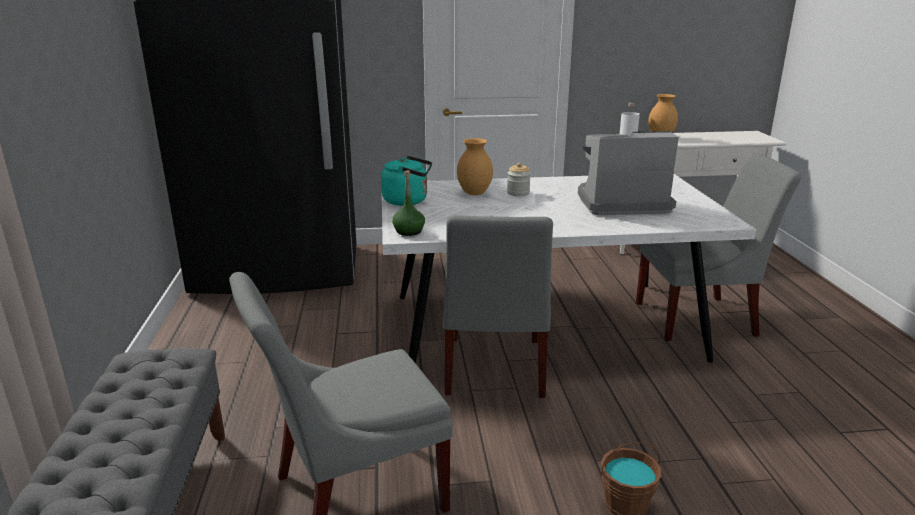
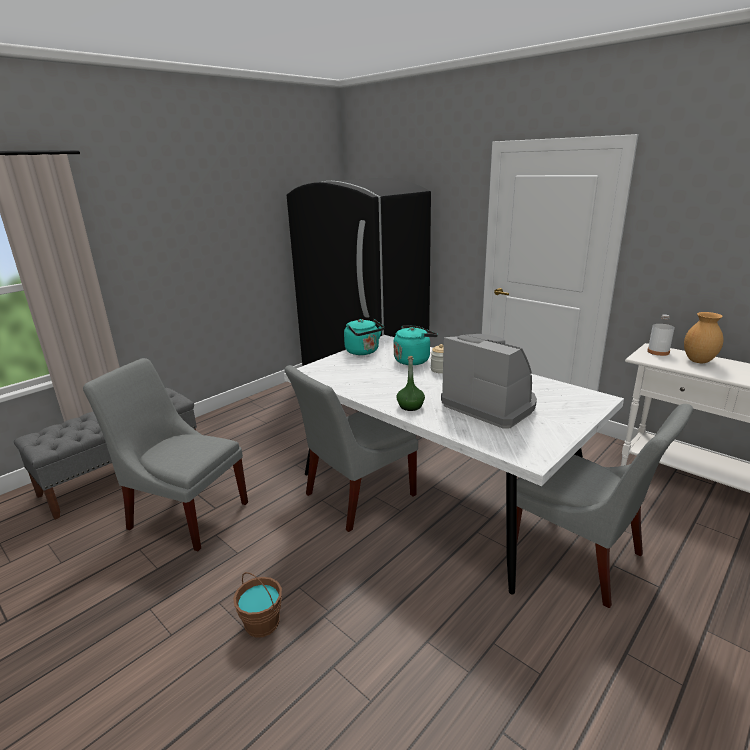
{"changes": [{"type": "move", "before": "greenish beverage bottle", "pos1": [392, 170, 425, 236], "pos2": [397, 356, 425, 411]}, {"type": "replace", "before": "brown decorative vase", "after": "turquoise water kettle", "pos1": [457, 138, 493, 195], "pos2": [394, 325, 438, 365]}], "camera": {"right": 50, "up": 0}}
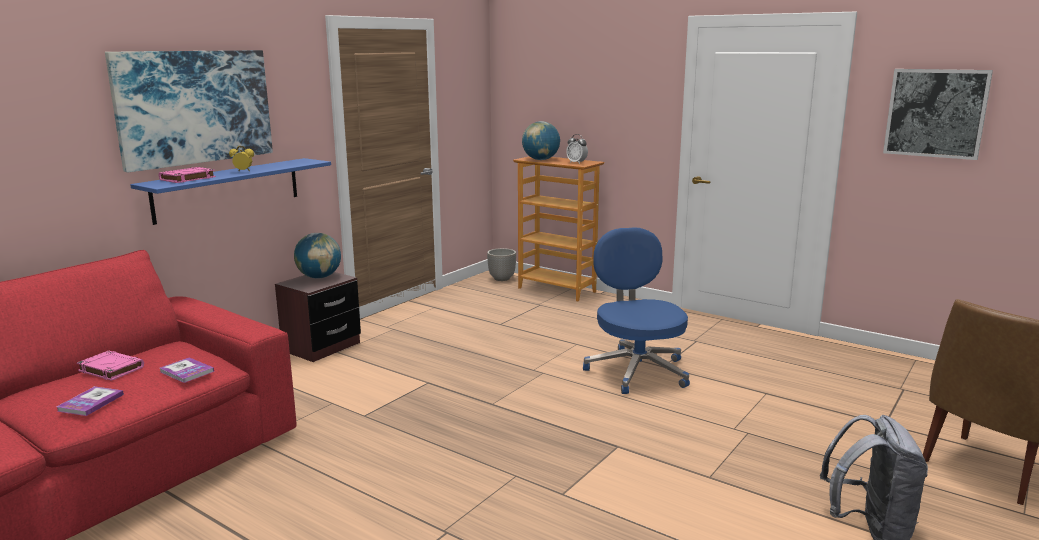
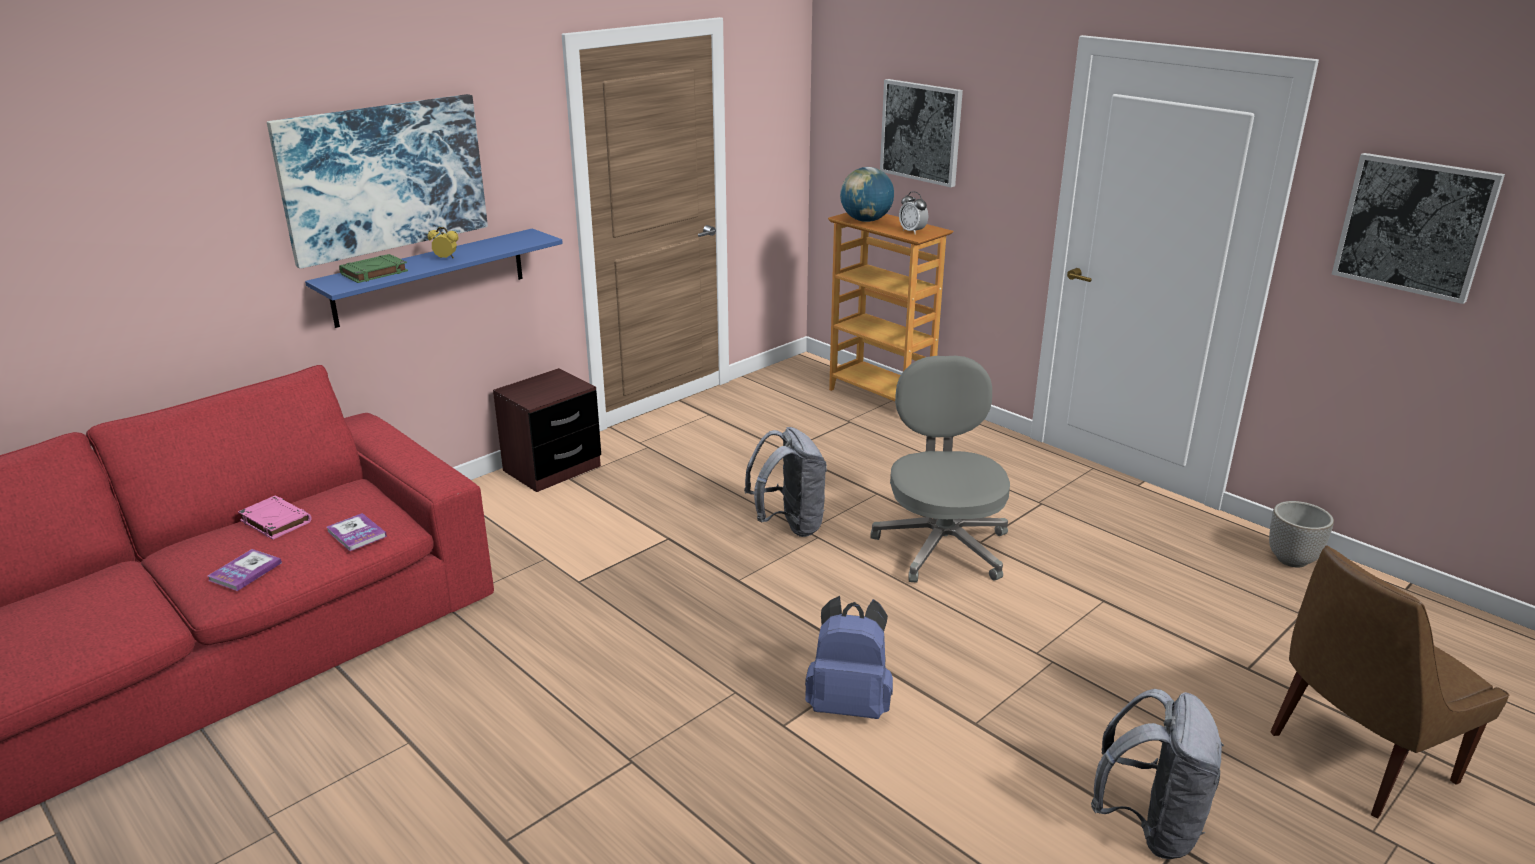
{"changes": [{"type": "delete", "before": "globe", "pos1": [294, 233, 341, 278]}, {"type": "insert", "after": "grey knapsack", "pos2": [744, 427, 827, 537]}, {"type": "insert", "after": "blue knapsack", "pos2": [805, 596, 893, 719]}, {"type": "insert", "after": "picture", "pos2": [880, 79, 963, 187]}, {"type": "move", "before": "flower pot", "pos1": [487, 248, 516, 281], "pos2": [1269, 501, 1334, 567]}, {"type": "recolor", "before": "pinkish book", "after": "greenish book", "pos1": [159, 167, 216, 183], "pos2": [339, 254, 408, 283]}, {"type": "recolor", "before": "blue desk chair", "after": "grey desk chair", "pos1": [583, 227, 690, 394], "pos2": [870, 356, 1010, 583]}], "camera": {"right": 10, "up": 10}}
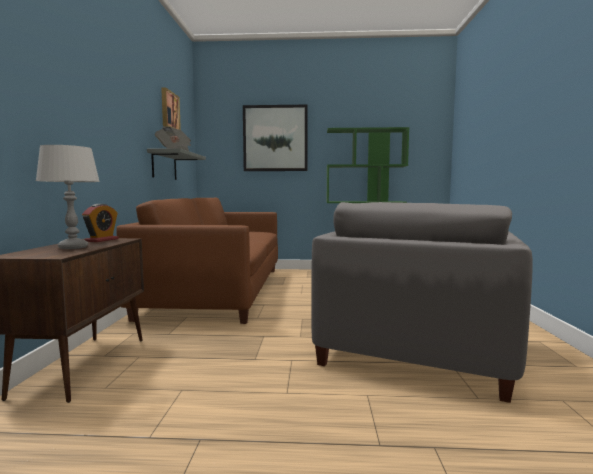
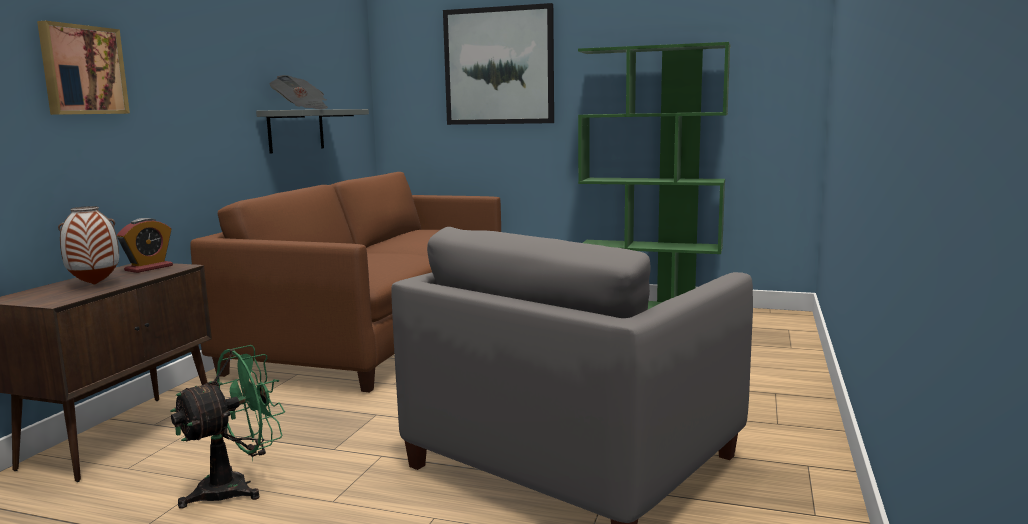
{"changes": [{"type": "insert", "after": "greenish cooling fan", "pos2": [171, 345, 285, 509]}, {"type": "move", "before": "picture", "pos1": [161, 88, 181, 130], "pos2": [37, 21, 130, 115]}, {"type": "replace", "before": "grey lamp for a table", "after": "decorative vase", "pos1": [36, 145, 100, 249], "pos2": [58, 206, 119, 285]}], "camera": {"right": 15, "up": 5}}
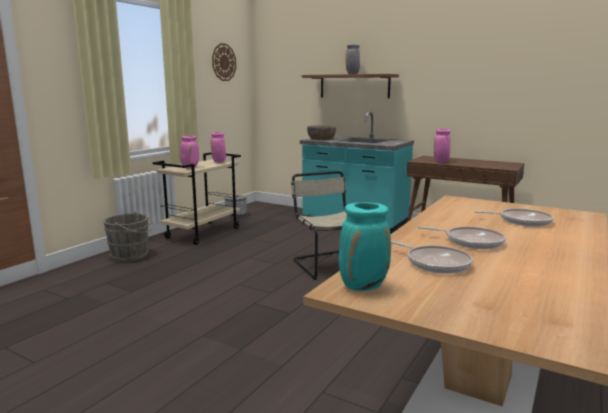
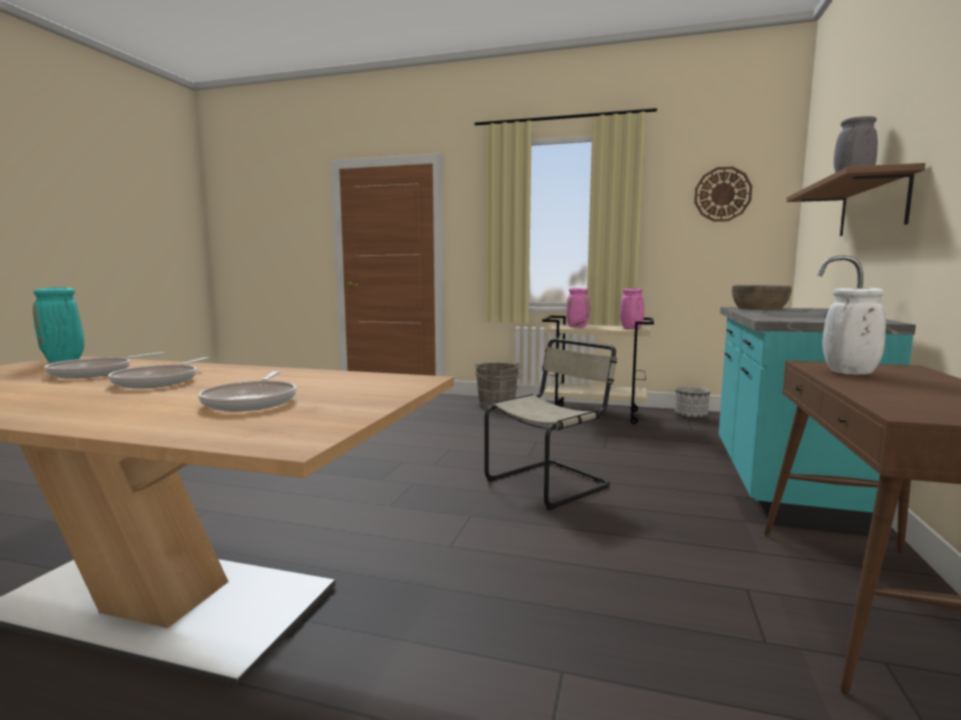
{"changes": [{"type": "recolor", "before": "pinkish decorative vase", "after": "white-coloured decorative vase", "pos1": [434, 129, 451, 162], "pos2": [823, 288, 886, 375]}], "camera": {"right": 75, "up": -5}}
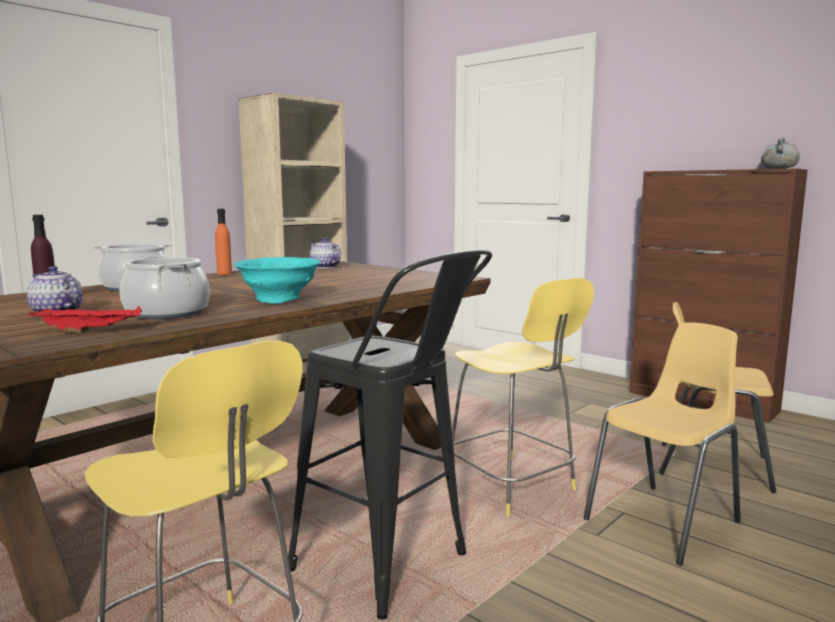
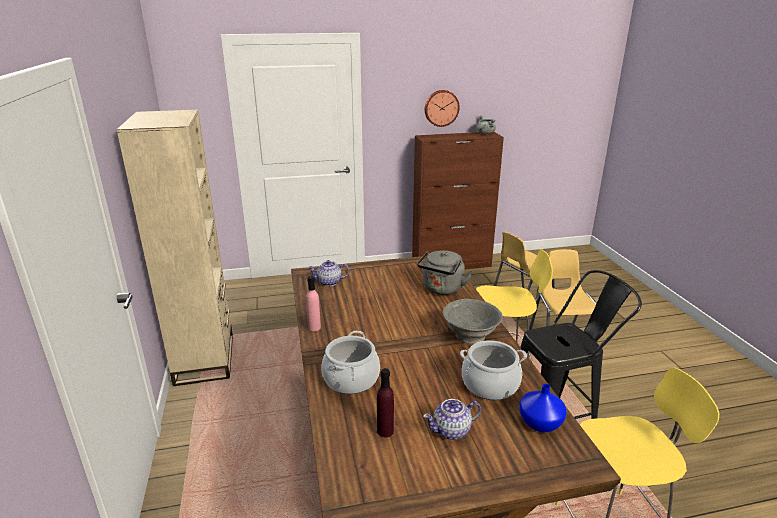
{"changes": [{"type": "insert", "after": "grey water kettle", "pos2": [417, 250, 473, 295]}, {"type": "insert", "after": "clock on the wall", "pos2": [425, 90, 460, 127]}, {"type": "replace", "before": "red-coloured serving tray", "after": "blue decorative vase", "pos1": [29, 306, 142, 333], "pos2": [519, 384, 567, 432]}, {"type": "recolor", "before": "orange-coloured beverage bottle", "after": "pinkish beverage bottle", "pos1": [215, 209, 232, 275], "pos2": [306, 276, 321, 331]}, {"type": "recolor", "before": "turquoise deep dish", "after": "grey deep dish", "pos1": [234, 257, 320, 303], "pos2": [443, 299, 503, 344]}], "camera": {"right": -55, "up": 15}}
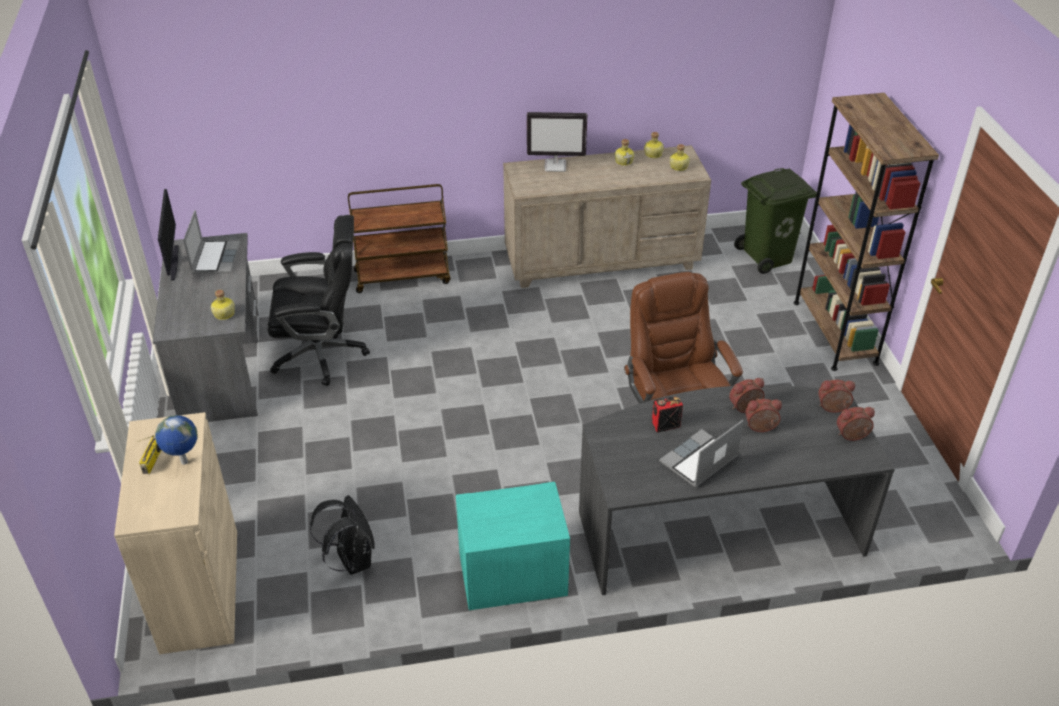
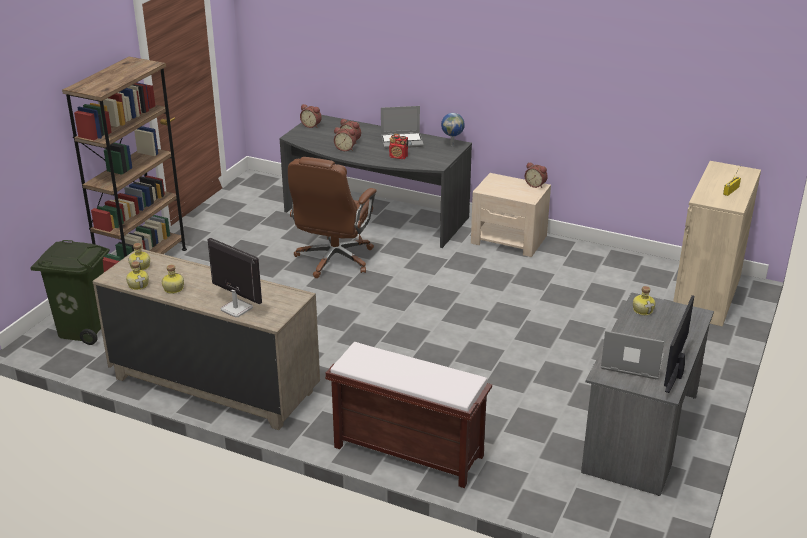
{"changes": [{"type": "delete", "before": "blackish desk chair", "pos1": [268, 215, 370, 386]}, {"type": "delete", "before": "blackish knapsack", "pos1": [310, 495, 375, 575]}, {"type": "move", "before": "globe", "pos1": [155, 415, 198, 465], "pos2": [441, 113, 465, 146]}, {"type": "move", "before": "bedside clock", "pos1": [818, 380, 855, 413], "pos2": [525, 163, 548, 188]}, {"type": "replace", "before": "brown cart", "after": "brown indoor bench", "pos1": [348, 184, 450, 293], "pos2": [325, 342, 492, 488]}, {"type": "recolor", "before": "turquoise nightstand", "after": "beige nightstand", "pos1": [456, 482, 570, 610], "pos2": [471, 173, 551, 257]}, {"type": "rotate", "before": "notebook computer", "pos1": [183, 210, 240, 274], "pos2": [601, 331, 664, 379], "turn": 75}], "camera": {"right": -145, "up": -10}}
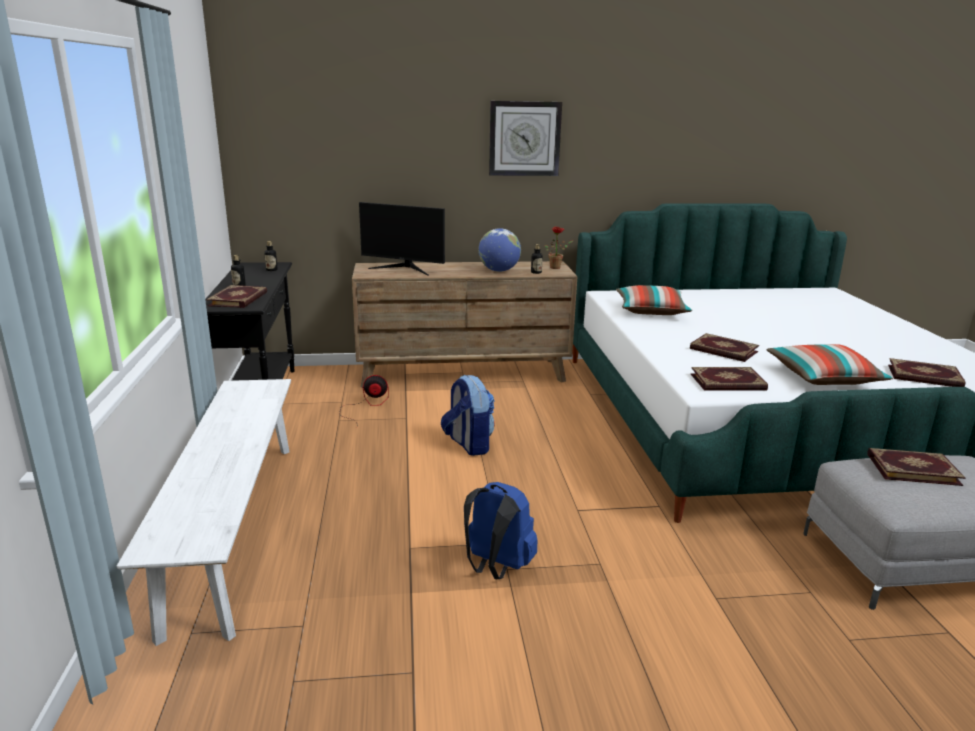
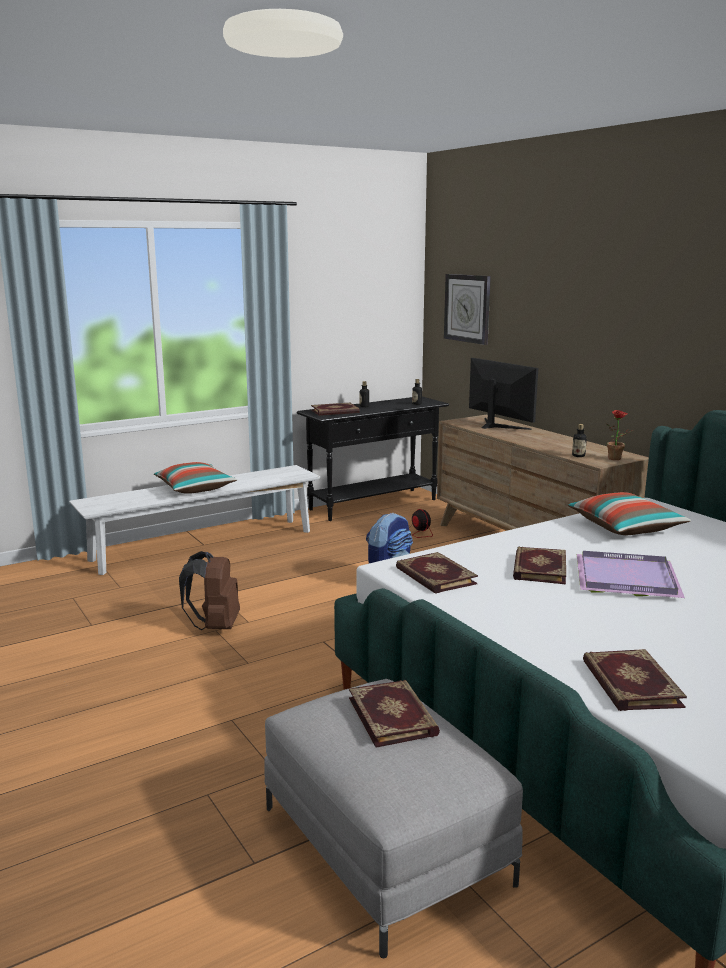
{"changes": [{"type": "delete", "before": "globe", "pos1": [478, 228, 521, 272]}, {"type": "insert", "after": "purple serving tray", "pos2": [577, 551, 685, 598]}, {"type": "move", "before": "clock on the wall", "pos1": [489, 101, 562, 176], "pos2": [444, 274, 491, 345]}, {"type": "move", "before": "cushion", "pos1": [766, 344, 893, 385], "pos2": [154, 462, 237, 494]}, {"type": "recolor", "before": "blue knapsack", "after": "brown knapsack", "pos1": [464, 482, 538, 579], "pos2": [179, 551, 240, 630]}, {"type": "rotate", "before": "computer display", "pos1": [359, 202, 445, 275], "pos2": [469, 358, 538, 430], "turn": 150}], "camera": {"right": 65, "up": -5}}
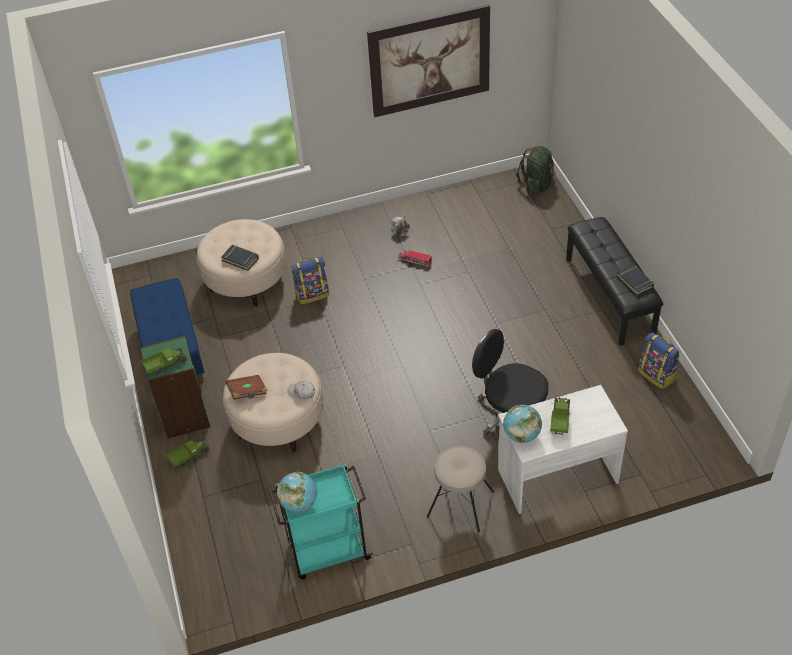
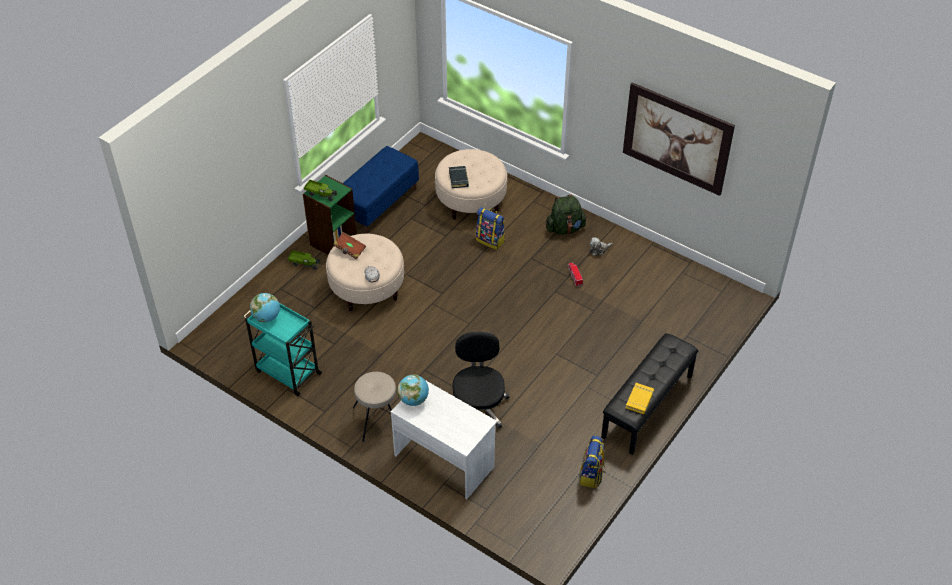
{"changes": [{"type": "delete", "before": "toy truck", "pos1": [550, 397, 570, 435]}, {"type": "move", "before": "greenish knapsack", "pos1": [516, 146, 556, 195], "pos2": [546, 195, 587, 235]}, {"type": "recolor", "before": "blackish book", "after": "yellow-coloured book", "pos1": [616, 264, 654, 296], "pos2": [626, 383, 654, 414]}], "camera": {"right": 50, "up": 0}}
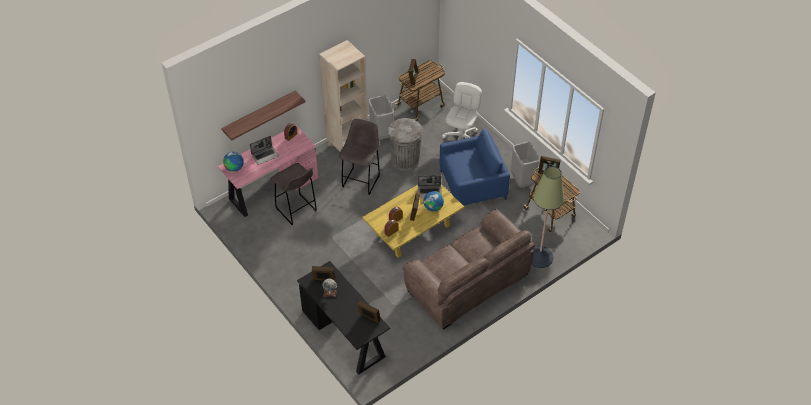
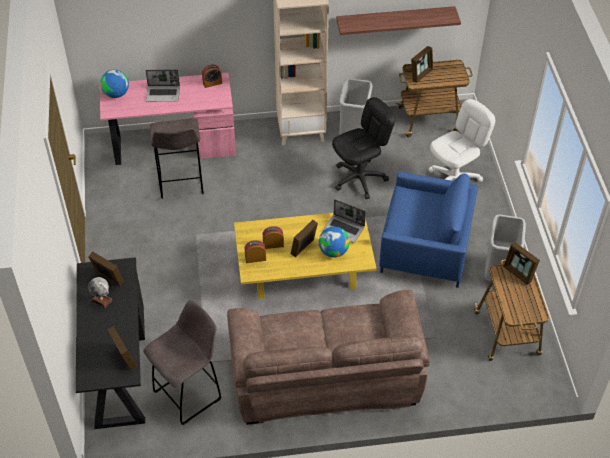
{"changes": [{"type": "delete", "before": "standard lamp", "pos1": [531, 166, 565, 268]}, {"type": "move", "before": "shelf", "pos1": [221, 91, 305, 141], "pos2": [336, 6, 461, 35]}, {"type": "move", "before": "grey stool", "pos1": [339, 118, 380, 195], "pos2": [143, 300, 221, 425]}, {"type": "replace", "before": "grey rubbish bin", "after": "blackish desk chair", "pos1": [388, 118, 423, 171], "pos2": [332, 97, 395, 199]}], "camera": {"right": 30, "up": 0}}
